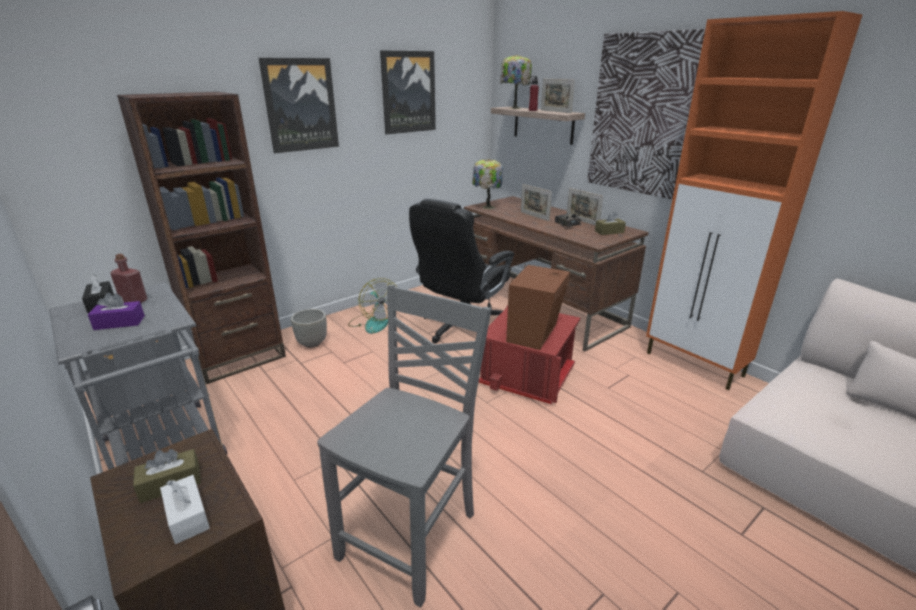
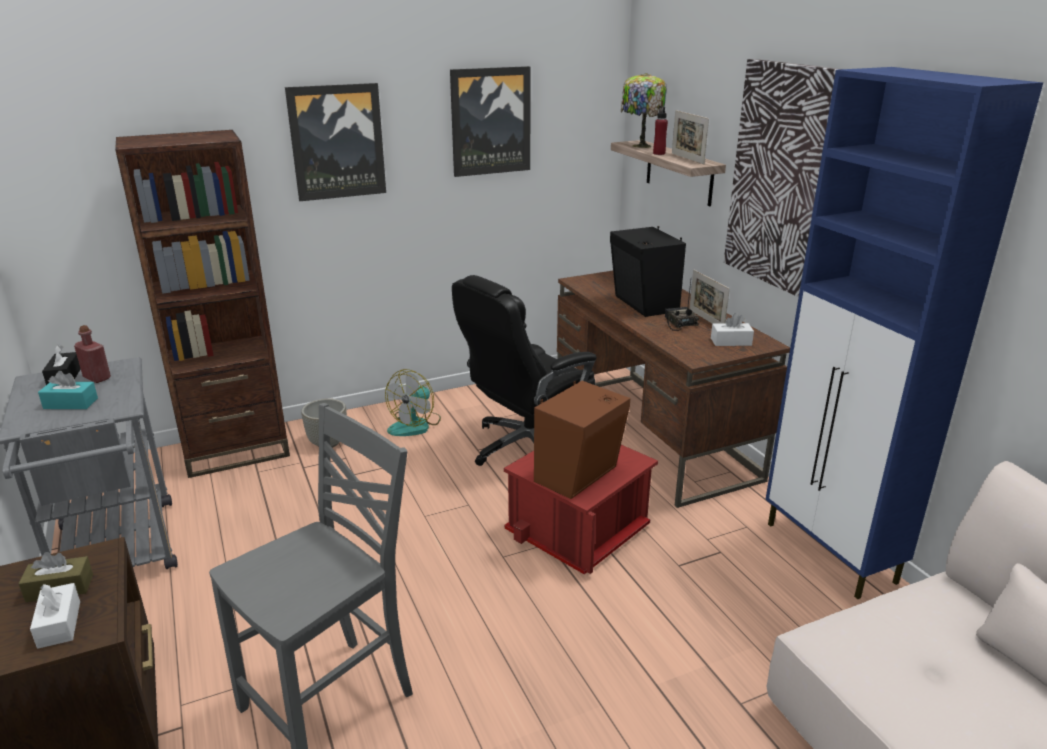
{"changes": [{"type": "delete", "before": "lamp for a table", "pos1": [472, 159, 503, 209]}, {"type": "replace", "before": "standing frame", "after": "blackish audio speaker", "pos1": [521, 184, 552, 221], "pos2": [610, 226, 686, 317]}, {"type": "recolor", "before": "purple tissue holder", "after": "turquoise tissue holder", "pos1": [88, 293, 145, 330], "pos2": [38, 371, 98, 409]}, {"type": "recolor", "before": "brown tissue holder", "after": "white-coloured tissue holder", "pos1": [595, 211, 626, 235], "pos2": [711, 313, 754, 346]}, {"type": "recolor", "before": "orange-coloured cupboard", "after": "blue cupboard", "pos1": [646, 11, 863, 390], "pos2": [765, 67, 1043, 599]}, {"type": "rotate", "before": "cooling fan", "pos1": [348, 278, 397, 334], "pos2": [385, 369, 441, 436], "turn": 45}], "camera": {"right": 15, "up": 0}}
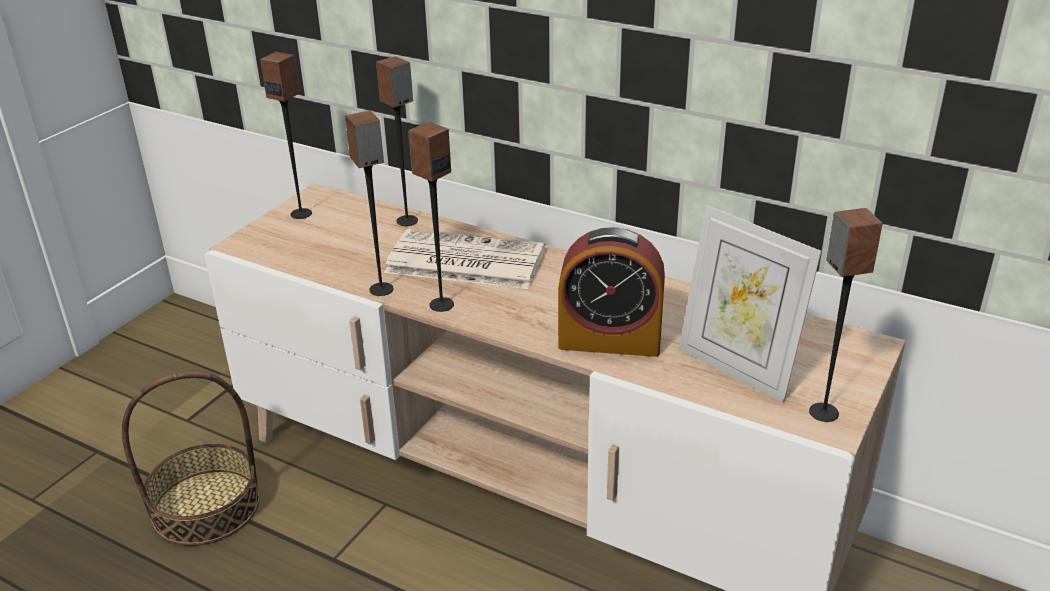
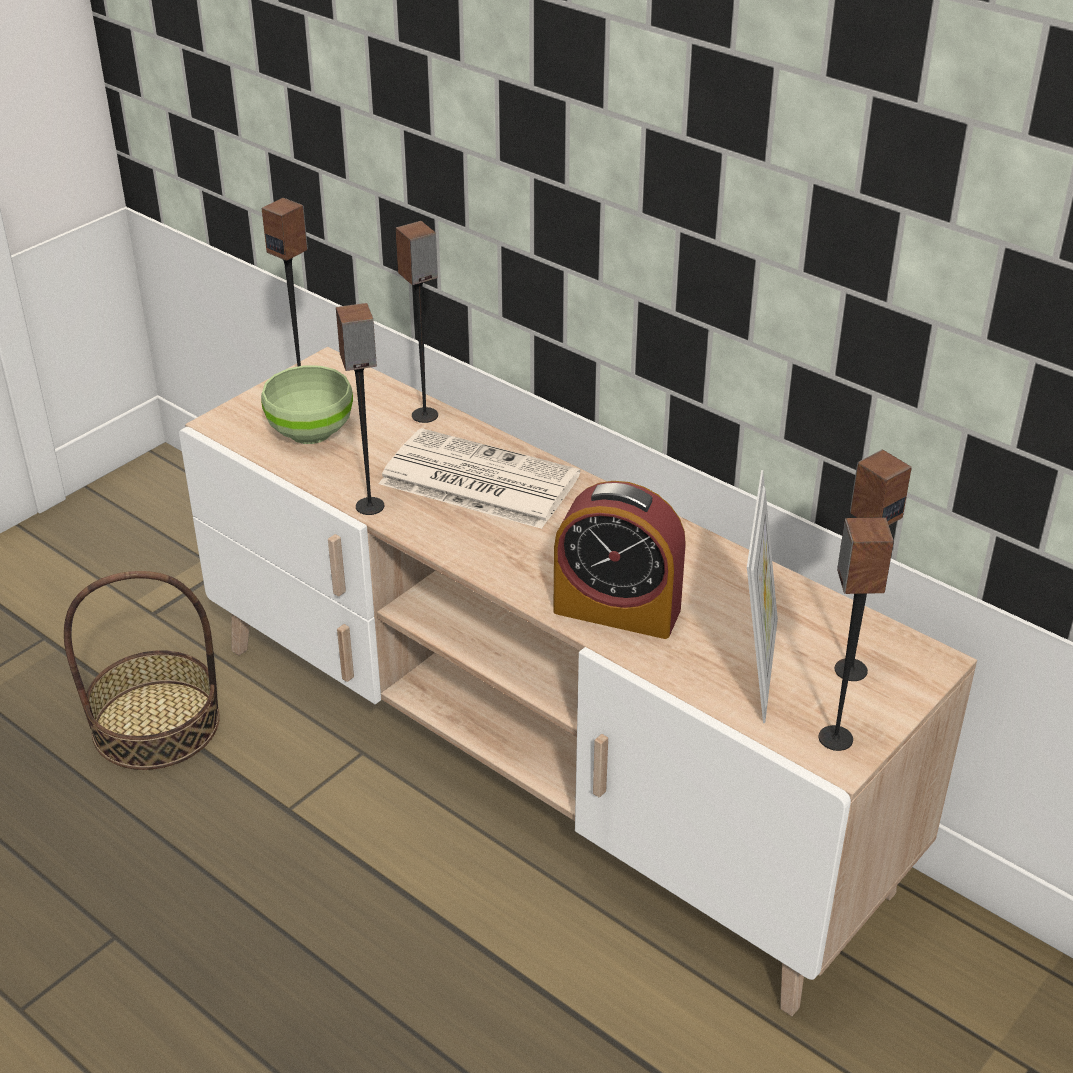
{"changes": [{"type": "insert", "after": "greenish deep dish", "pos2": [261, 365, 353, 444]}, {"type": "move", "before": "audio speaker", "pos1": [408, 122, 454, 312], "pos2": [835, 450, 912, 681]}, {"type": "rotate", "before": "standing frame", "pos1": [679, 205, 822, 403], "pos2": [747, 470, 778, 723], "turn": -135}], "camera": {"right": 10, "up": 5}}
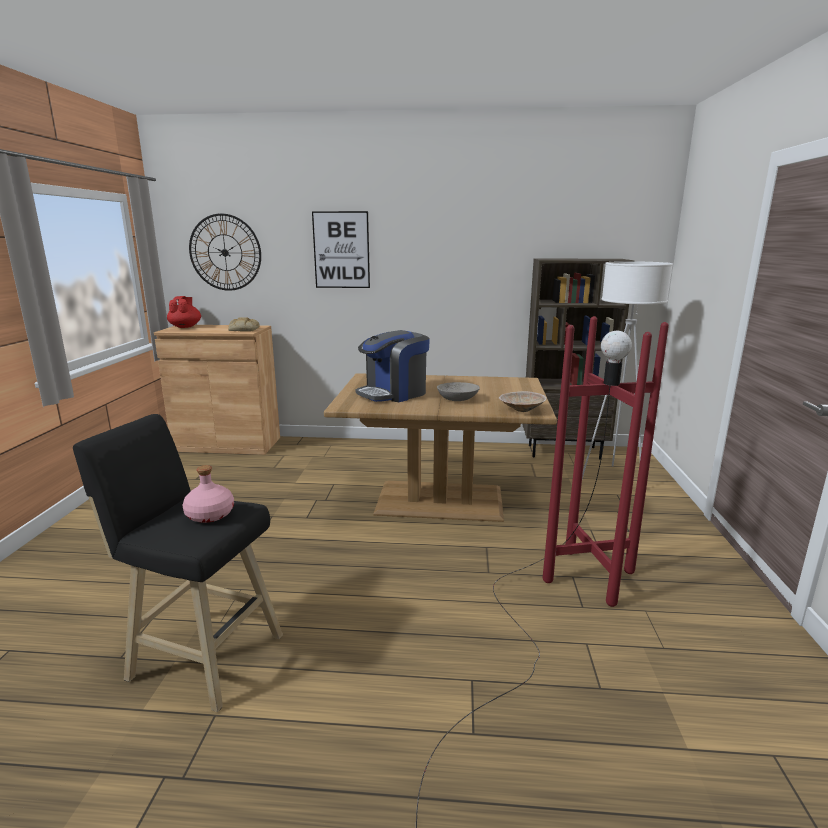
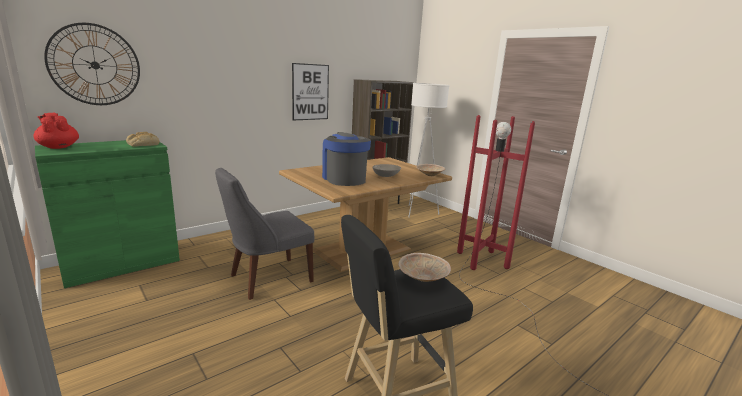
{"changes": [{"type": "insert", "after": "grey plain chair", "pos2": [215, 168, 314, 300]}, {"type": "move", "before": "picture", "pos1": [312, 211, 370, 288], "pos2": [292, 63, 329, 120]}, {"type": "replace", "before": "pinkish beverage bottle", "after": "beige deep dish", "pos1": [182, 465, 234, 523], "pos2": [398, 253, 451, 282]}, {"type": "recolor", "before": "brown cupboard", "after": "greenish cupboard", "pos1": [154, 325, 280, 455], "pos2": [35, 140, 180, 288]}, {"type": "rotate", "before": "coffee machine", "pos1": [356, 330, 430, 402], "pos2": [322, 132, 371, 186], "turn": 150}], "camera": {"right": -45, "up": 0}}
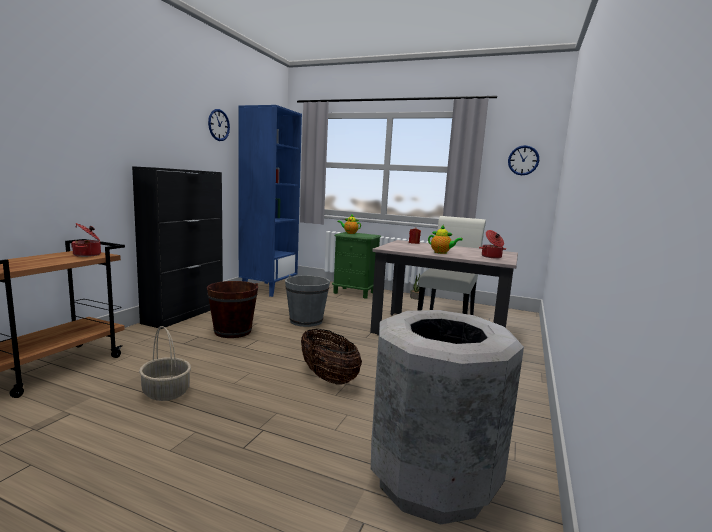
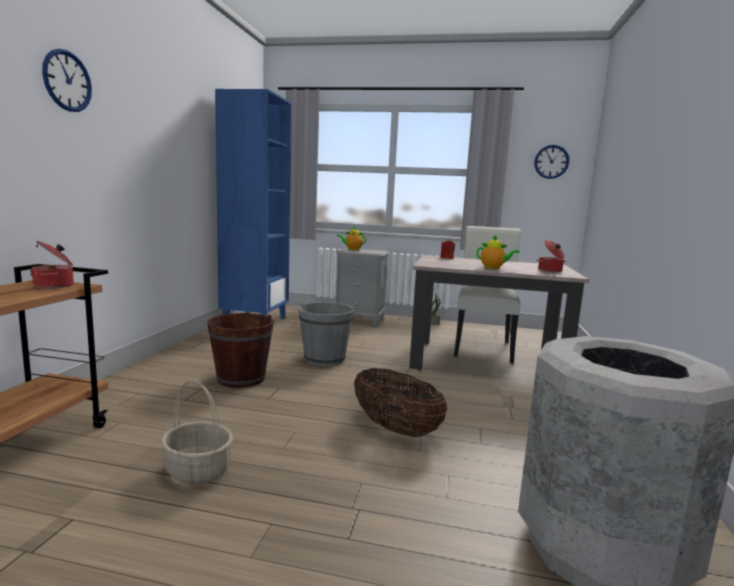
{"changes": [{"type": "delete", "before": "blackish cupboard", "pos1": [132, 166, 223, 329]}, {"type": "move", "before": "clock on the wall", "pos1": [208, 109, 230, 141], "pos2": [42, 49, 92, 112]}, {"type": "recolor", "before": "greenish nightstand", "after": "grey nightstand", "pos1": [332, 232, 381, 299], "pos2": [336, 248, 389, 327]}], "camera": {"right": -10, "up": 0}}
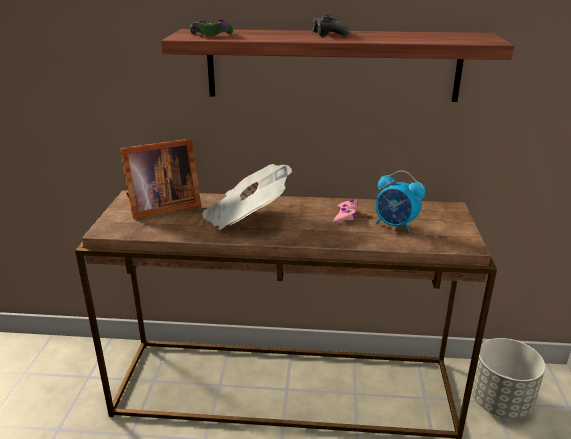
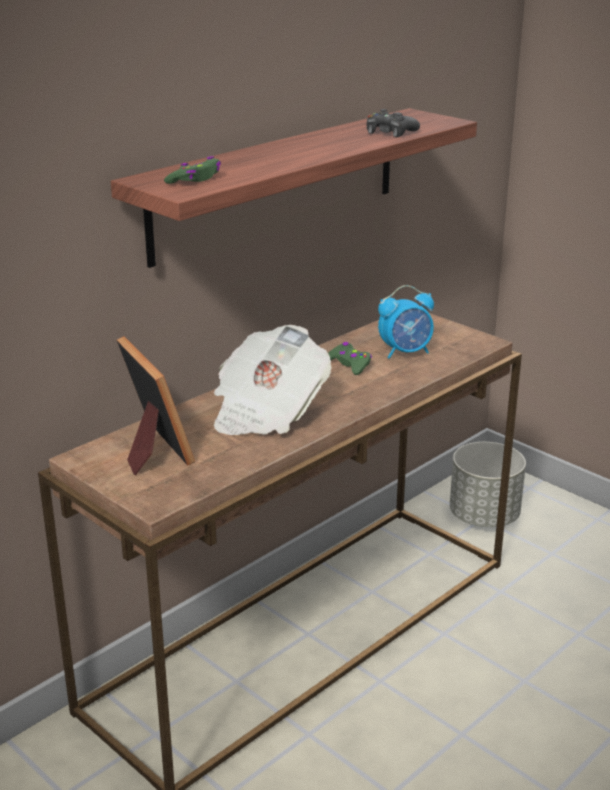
{"changes": [{"type": "move", "before": "blackish game controller", "pos1": [312, 14, 350, 36], "pos2": [367, 109, 420, 137]}, {"type": "recolor", "before": "pinkish game controller", "after": "greenish game controller", "pos1": [334, 199, 358, 223], "pos2": [328, 342, 372, 375]}, {"type": "rotate", "before": "standing frame", "pos1": [120, 139, 201, 218], "pos2": [117, 336, 195, 475], "turn": -45}], "camera": {"right": -50, "up": 0}}
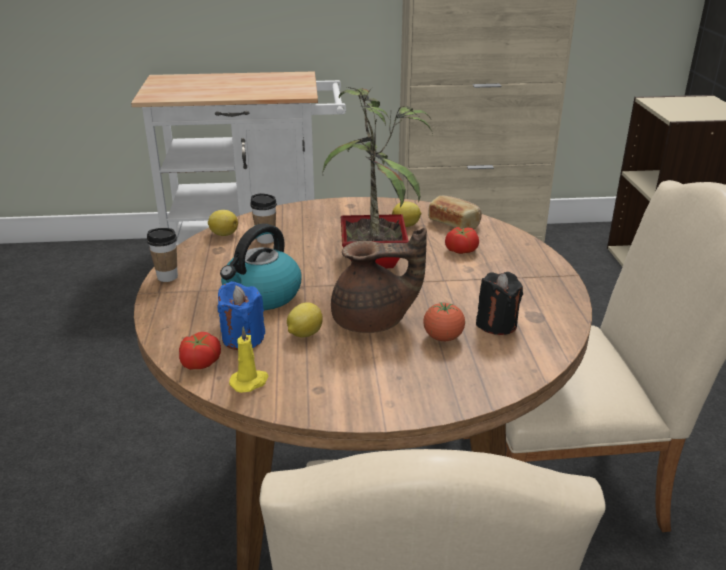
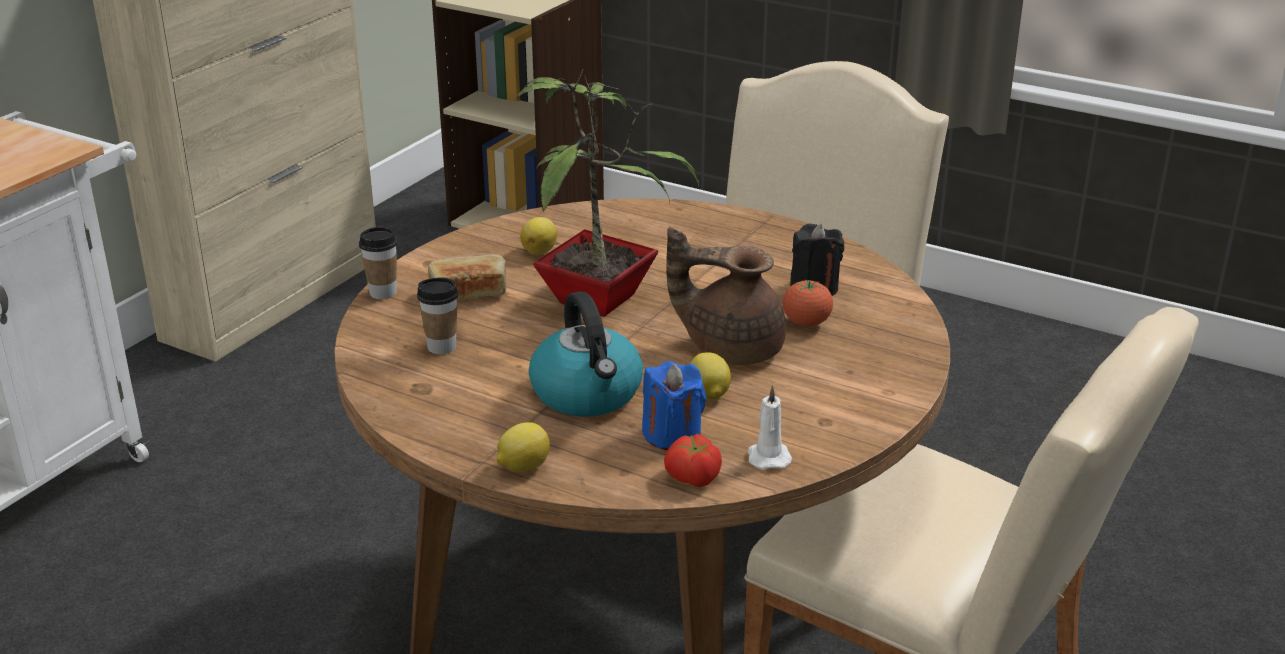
{"changes": [{"type": "delete", "before": "fresh tomato", "pos1": [445, 227, 479, 254]}, {"type": "move", "before": "cup", "pos1": [147, 228, 178, 282], "pos2": [359, 227, 398, 299]}, {"type": "move", "before": "citrus fruit", "pos1": [208, 210, 238, 236], "pos2": [497, 422, 550, 472]}, {"type": "move", "before": "baked bread", "pos1": [428, 196, 482, 229], "pos2": [428, 253, 507, 300]}, {"type": "recolor", "before": "yellow-coloured wax candle", "after": "white-coloured wax candle", "pos1": [229, 326, 269, 393], "pos2": [748, 385, 792, 469]}, {"type": "rotate", "before": "brown pot for tea", "pos1": [331, 227, 427, 333], "pos2": [666, 227, 786, 365], "turn": -105}], "camera": {"right": -55, "up": 0}}
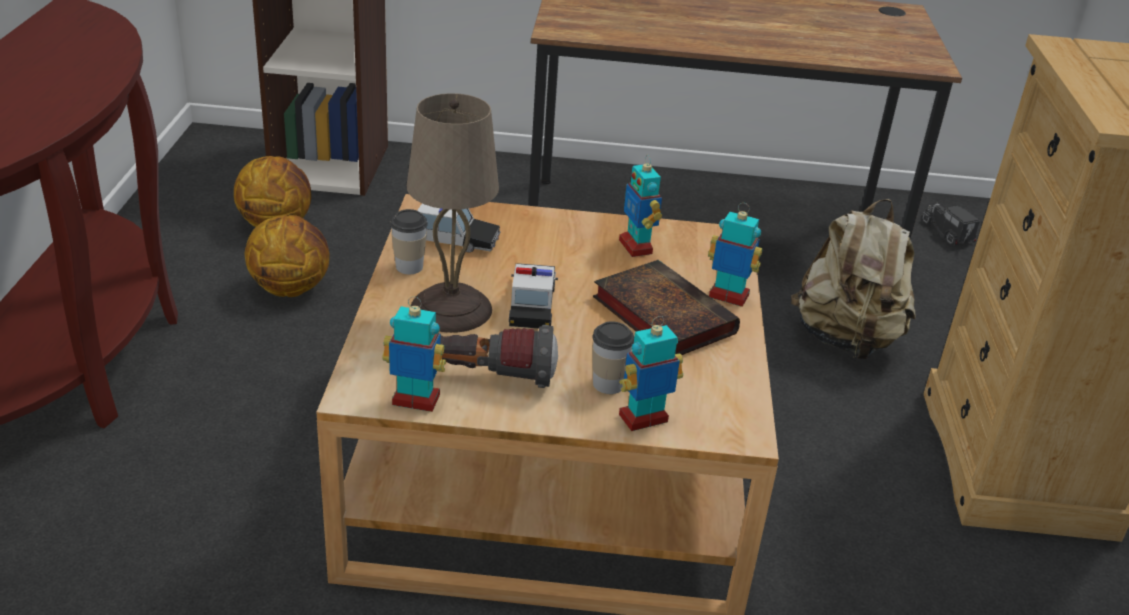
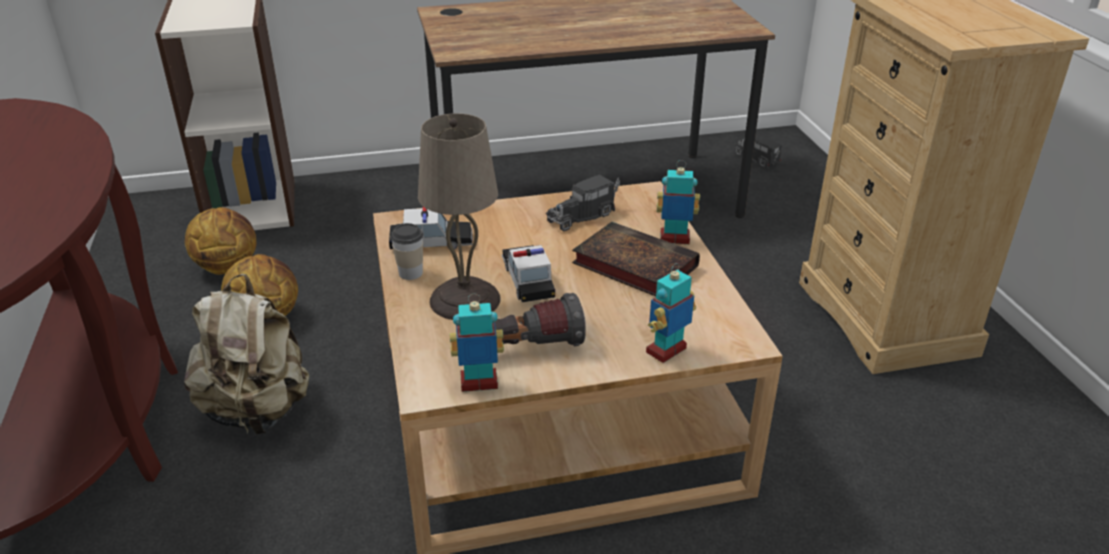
{"changes": [{"type": "delete", "before": "cup", "pos1": [592, 321, 634, 394]}, {"type": "move", "before": "beige knapsack", "pos1": [791, 199, 916, 359], "pos2": [184, 274, 309, 436]}, {"type": "replace", "before": "model robot", "after": "toy truck", "pos1": [619, 155, 662, 257], "pos2": [546, 175, 620, 232]}], "camera": {"right": -15, "up": 0}}
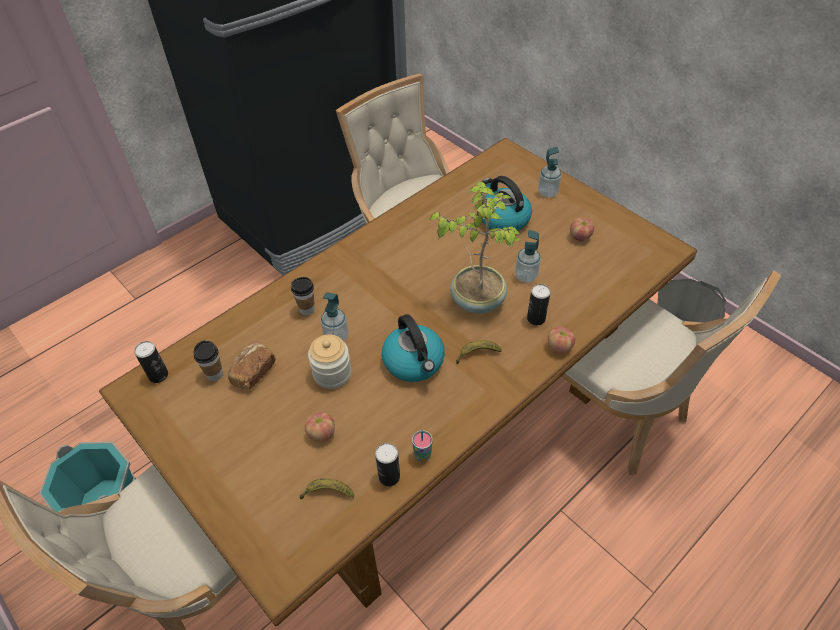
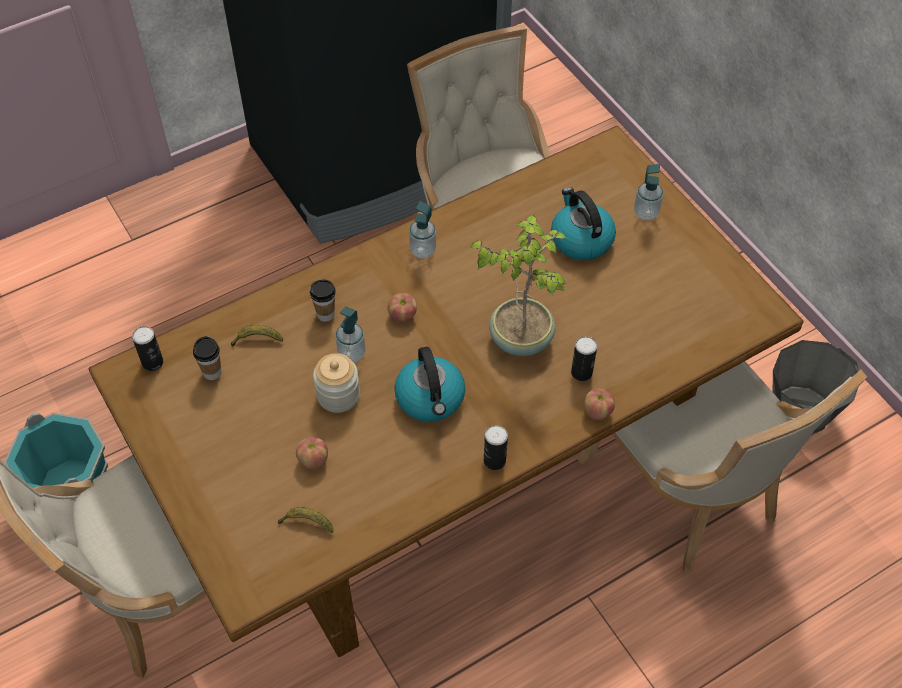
{"changes": [{"type": "delete", "before": "baked bread", "pos1": [228, 343, 276, 390]}, {"type": "delete", "before": "cup", "pos1": [412, 430, 433, 462]}, {"type": "move", "before": "sealed can", "pos1": [375, 443, 400, 486], "pos2": [484, 425, 508, 470]}, {"type": "move", "before": "banana", "pos1": [456, 340, 502, 364], "pos2": [231, 325, 283, 346]}, {"type": "move", "before": "soap bottle", "pos1": [515, 230, 541, 283], "pos2": [409, 201, 436, 259]}, {"type": "move", "before": "whole apple", "pos1": [570, 217, 594, 241], "pos2": [387, 293, 417, 322]}], "camera": {"right": 10, "up": 5}}
